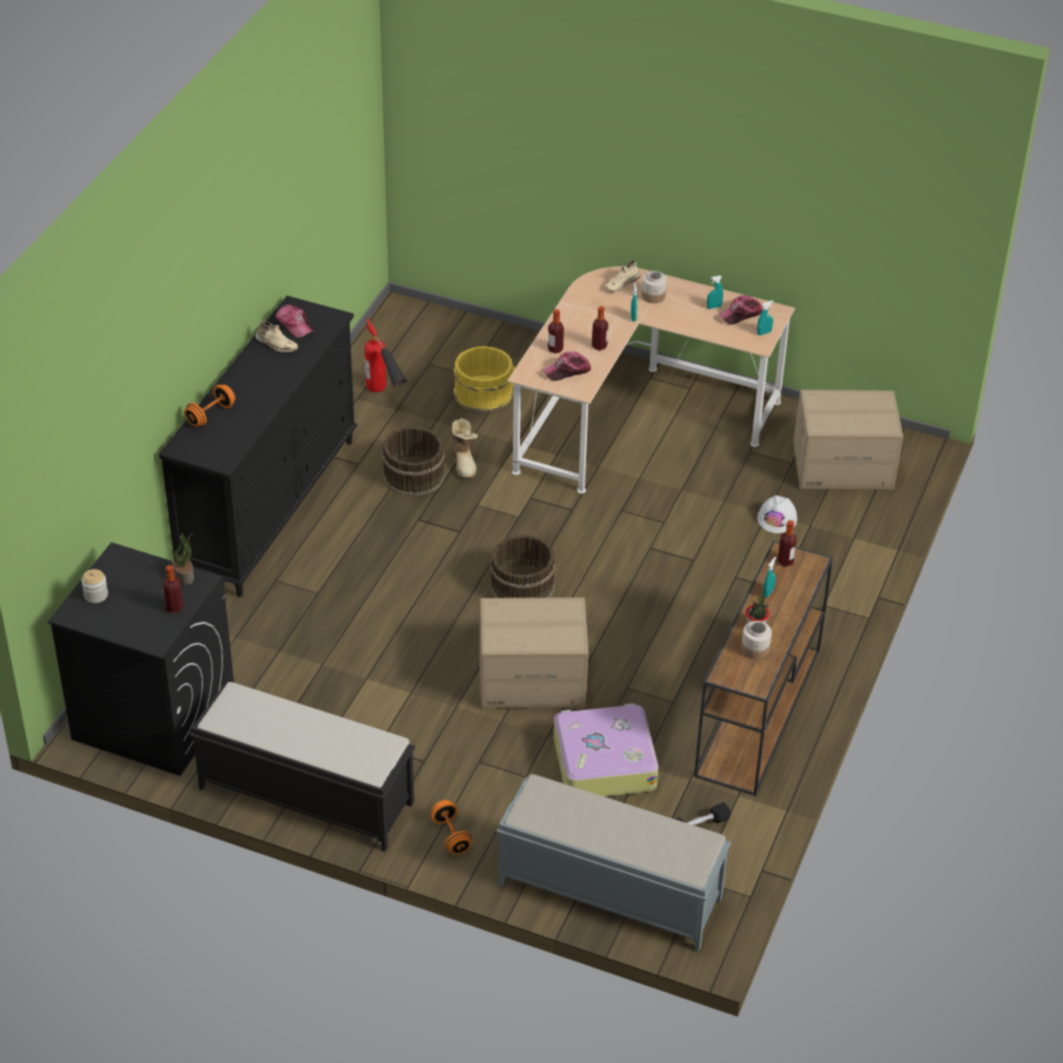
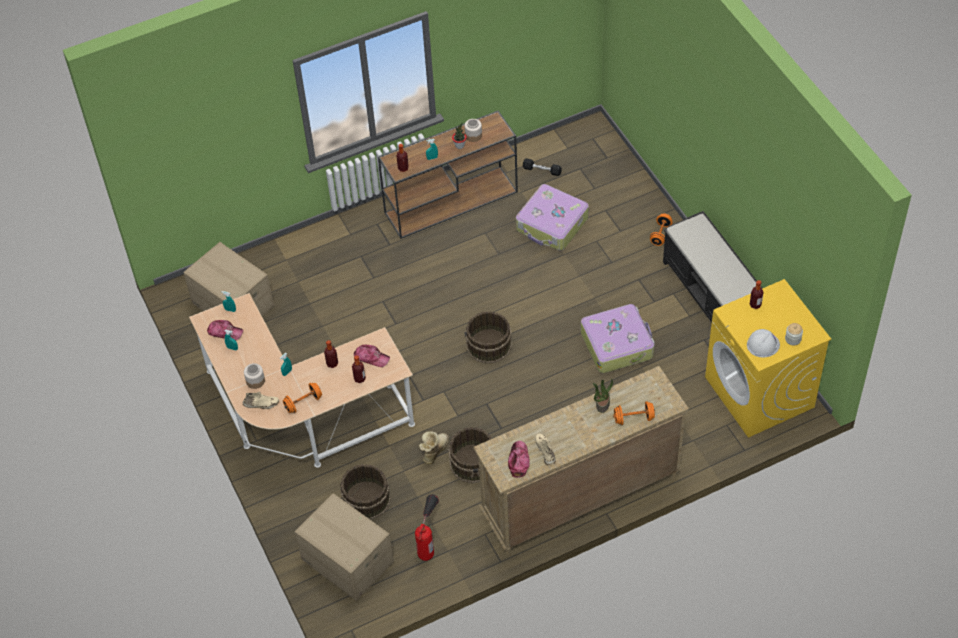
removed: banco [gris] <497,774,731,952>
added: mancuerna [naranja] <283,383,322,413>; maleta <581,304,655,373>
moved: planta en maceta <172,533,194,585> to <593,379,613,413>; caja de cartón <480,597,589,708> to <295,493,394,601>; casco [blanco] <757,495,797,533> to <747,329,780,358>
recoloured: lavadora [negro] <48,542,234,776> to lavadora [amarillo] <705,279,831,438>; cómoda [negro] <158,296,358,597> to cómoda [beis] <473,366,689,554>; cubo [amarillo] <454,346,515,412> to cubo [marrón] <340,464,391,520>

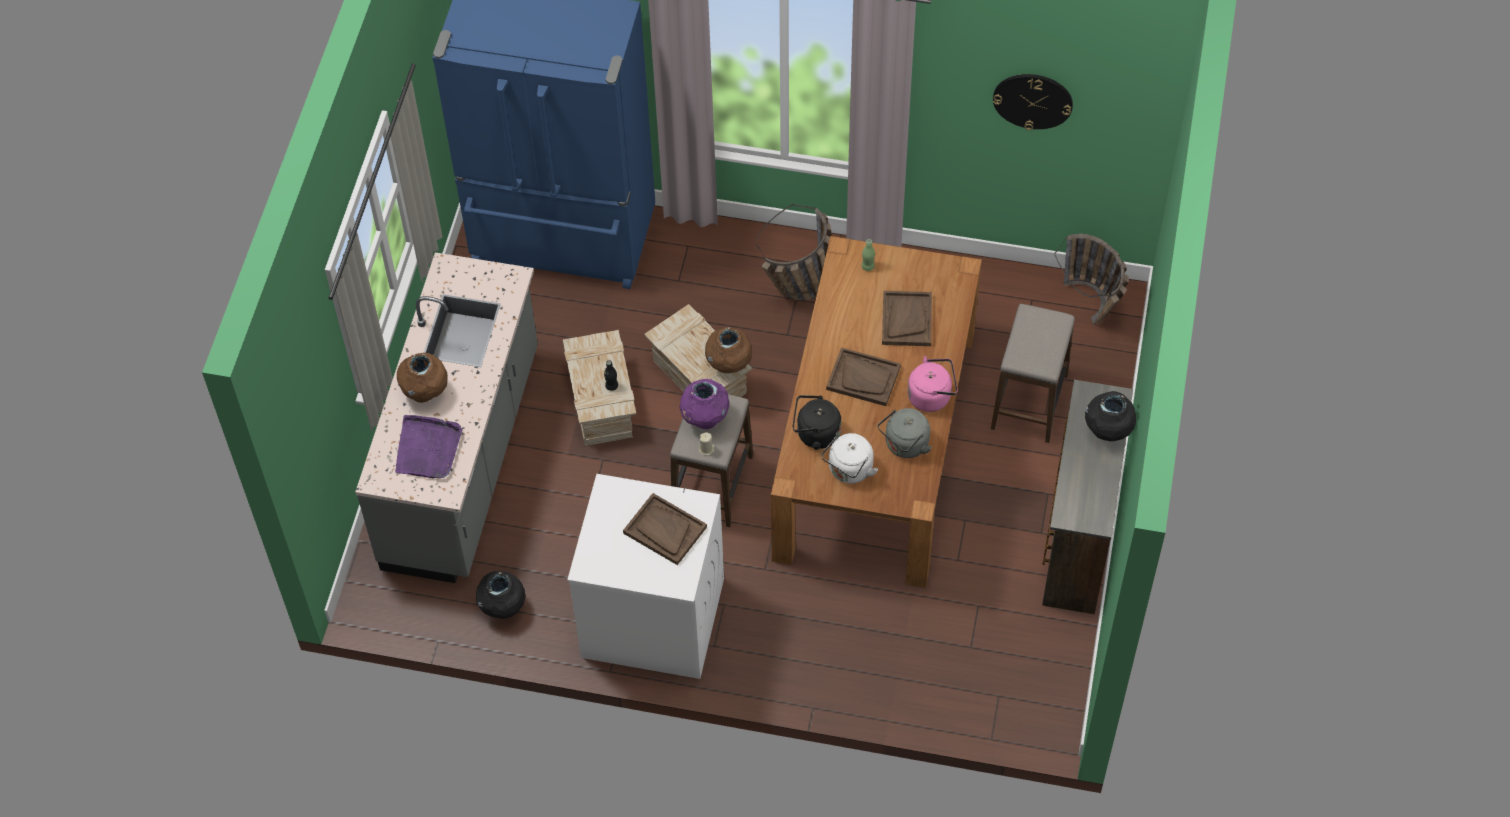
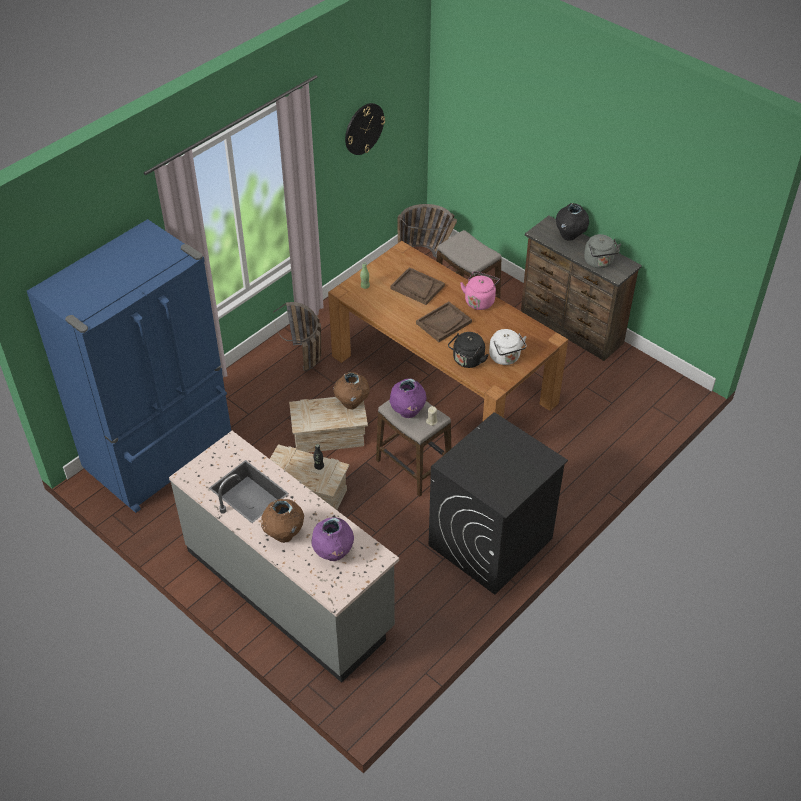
removed: florero [negro] <476,571,525,619>; bandeja [marrón] <623,493,707,565>
moved: hervidor [gris] <878,408,932,458> to <584,234,621,268>
replaced: bandeja [morado] <395,415,463,478> to florero [morado] <311,517,354,561>
recoloured: lavadora [blanco] <567,474,724,679> to lavadora [negro] <429,412,568,595>

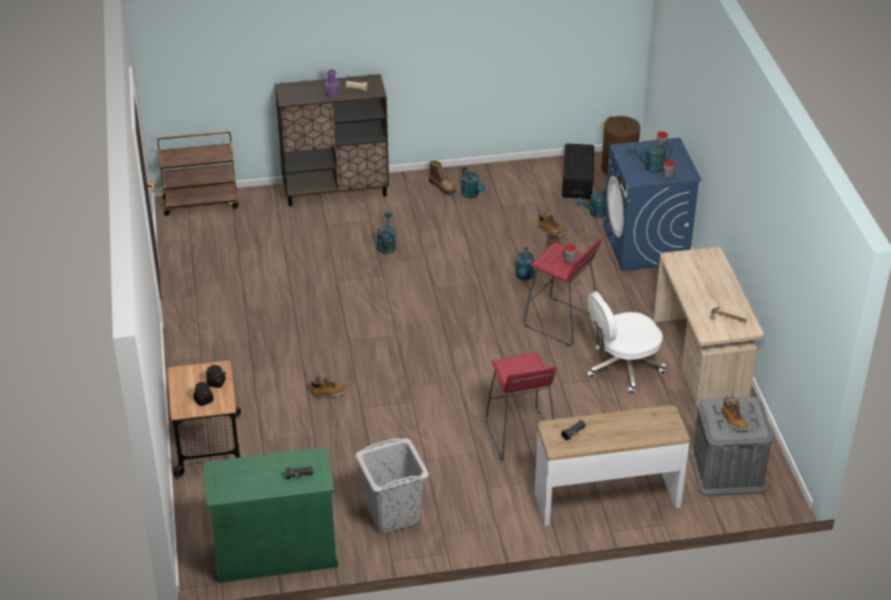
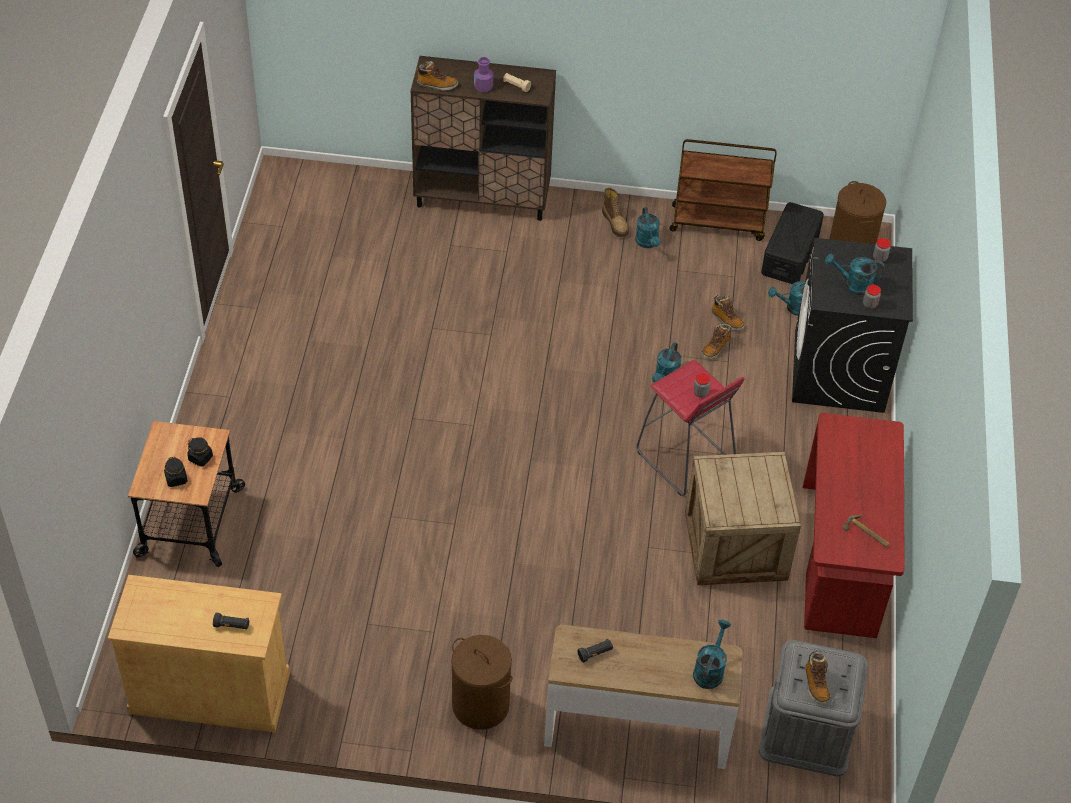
removed: cesto de la ropa [gris] <355,438,429,534>; taburete [rojo] <485,352,556,460>
added: cesto de la ropa [marrón] <451,635,513,730>
moved: carrito [marrón] <157,131,239,216> to <669,139,777,241>; bota <310,375,346,397> to <416,61,458,91>; regadera [turquesa] <377,212,396,254> to <693,619,731,689>
replaced: silla de oficina [blanco] <588,291,666,394> to caja de embalaje <685,452,801,585>
recoloured: armario [verde] <203,447,338,583> to armario [beis] <108,575,290,732>; lavadora [azul] <603,138,702,271> to lavadora [negro] <792,238,913,413>; escritorio [beis] <653,247,764,408> to escritorio [rojo] <803,413,905,638>

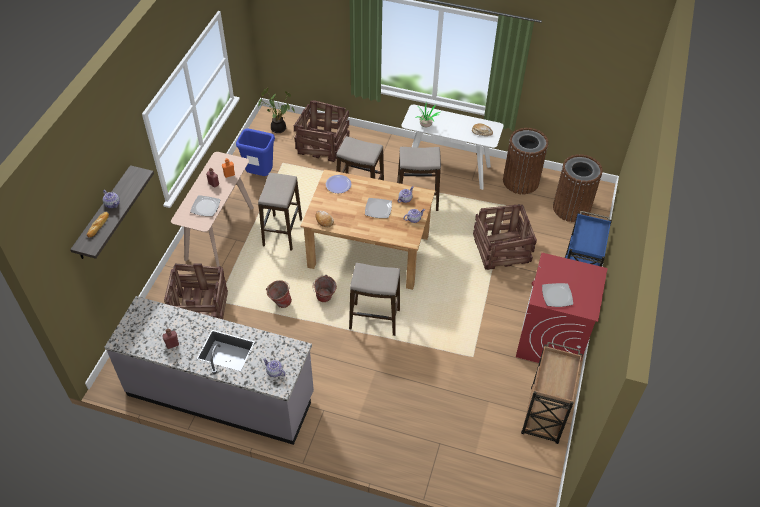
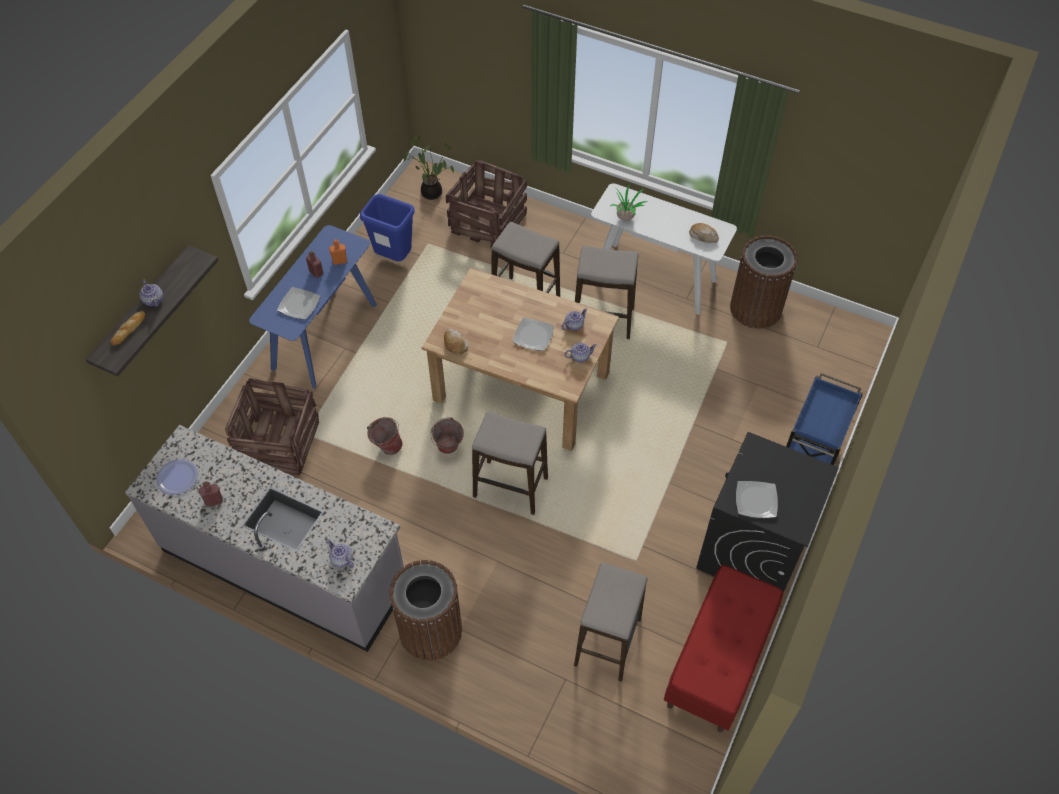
removed: caja de embalaje <473,204,537,270>
moved: taburete <258,173,302,251> to <574,563,648,682>; plato <326,175,351,193> to <156,459,198,495>; papelera [marrón] <553,154,603,222> to <389,560,462,661>
replaced: carrito [marrón] <521,342,583,444> to banco [rojo] <664,565,783,732>
recoloured: mesa consola [beis] <171,152,254,267> to mesa consola [azul] <249,225,377,388>; lavadora [rojo] <516,253,608,363> to lavadora [negro] <696,432,839,593>

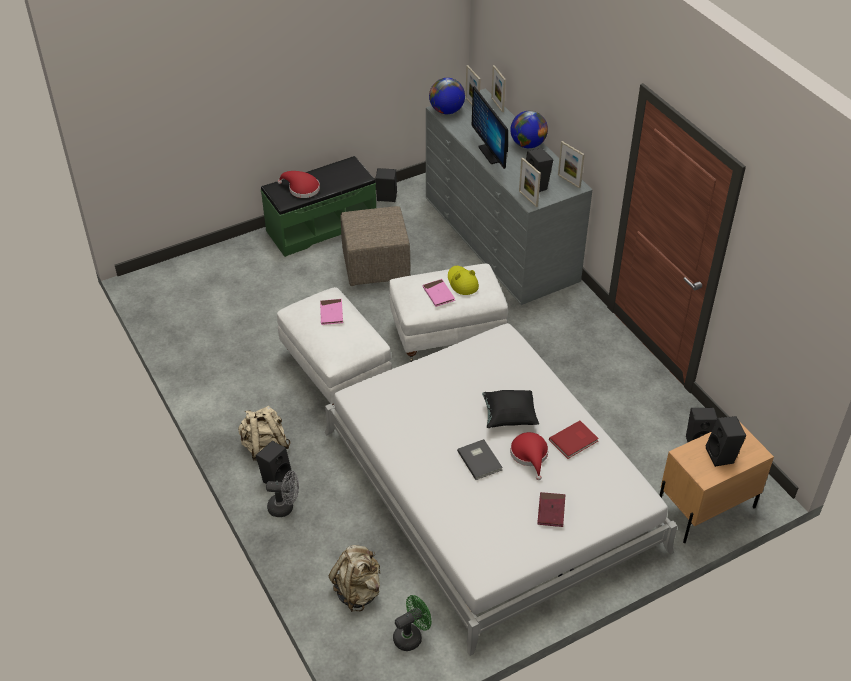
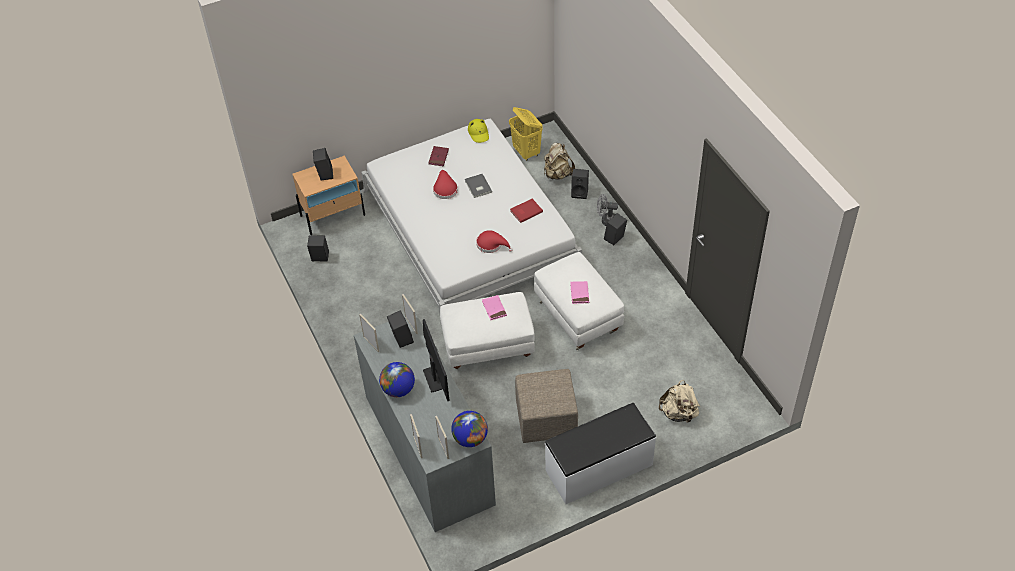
removed: cojín [negro] <482,390,539,428>
moved: mochila [beis] <238,406,291,461> to <658,380,700,424>; sombrero [rojo] <278,171,320,198> to <476,230,512,253>; altavoz [negro] <375,168,397,202> to <571,169,589,199>; sombrero [amarillo] <448,266,479,295> to <468,119,489,143>; libro [rojo] <549,421,599,459> to <510,199,543,223>
replaced: ventilador [verde] <393,595,432,651> to cesto de la ropa [amarillo] <509,107,543,161>
recoloured: banco [verde] <261,156,376,257> to banco [blanco] <545,403,656,504>

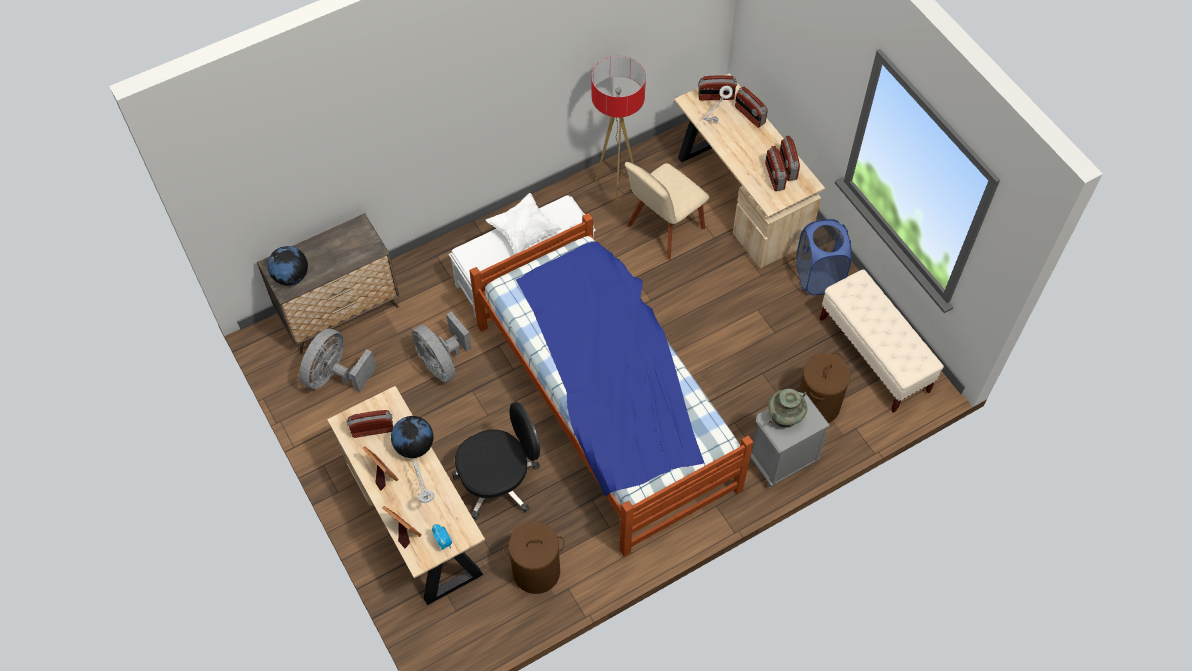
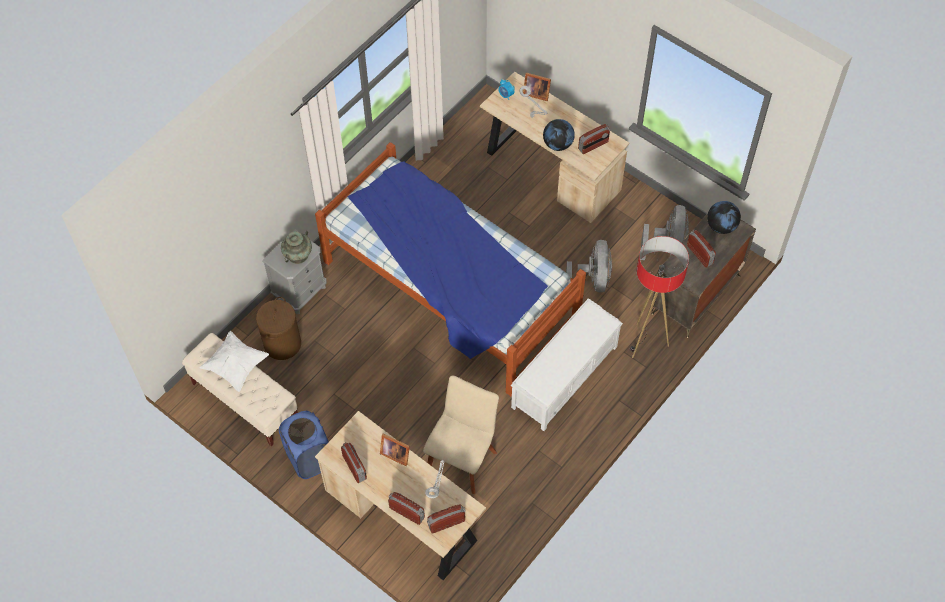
removed: silla de oficina [negro] <452,402,540,520>; cesto de la ropa [marrón] <503,522,565,594>
moved: portarretratos <362,446,399,491> to <380,434,410,466>; cojín [blanco] <486,193,562,254> to <199,331,269,392>; lámpara de pie <591,56,646,212> to <630,236,689,358>; radio <765,146,787,191> to <687,230,716,268>
turned: ventilador [gris] <412,312,472,383> = <566,240,612,292> 60 degrees clockwise

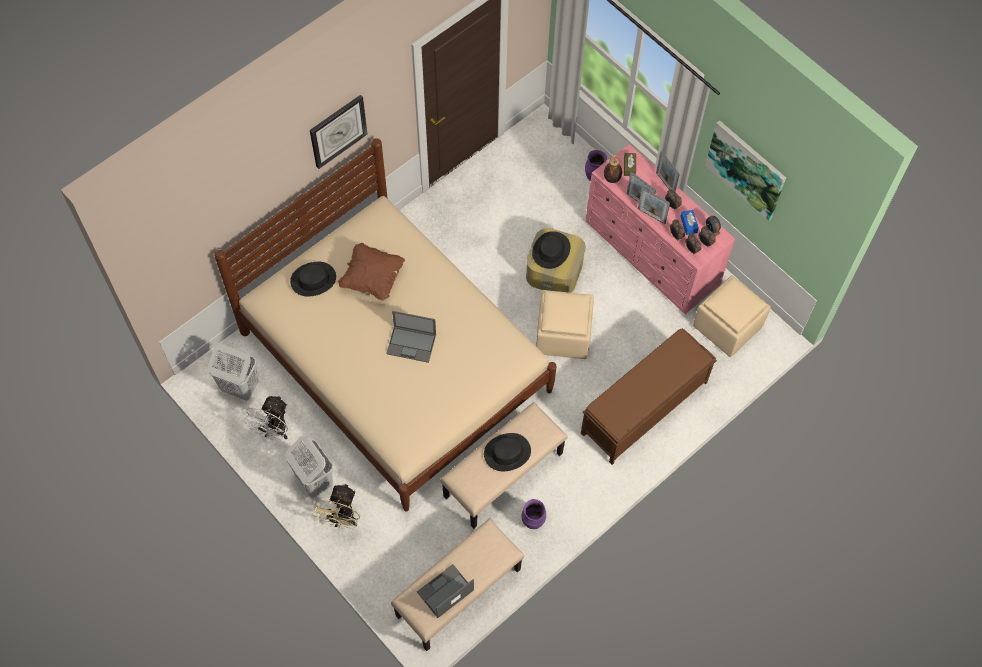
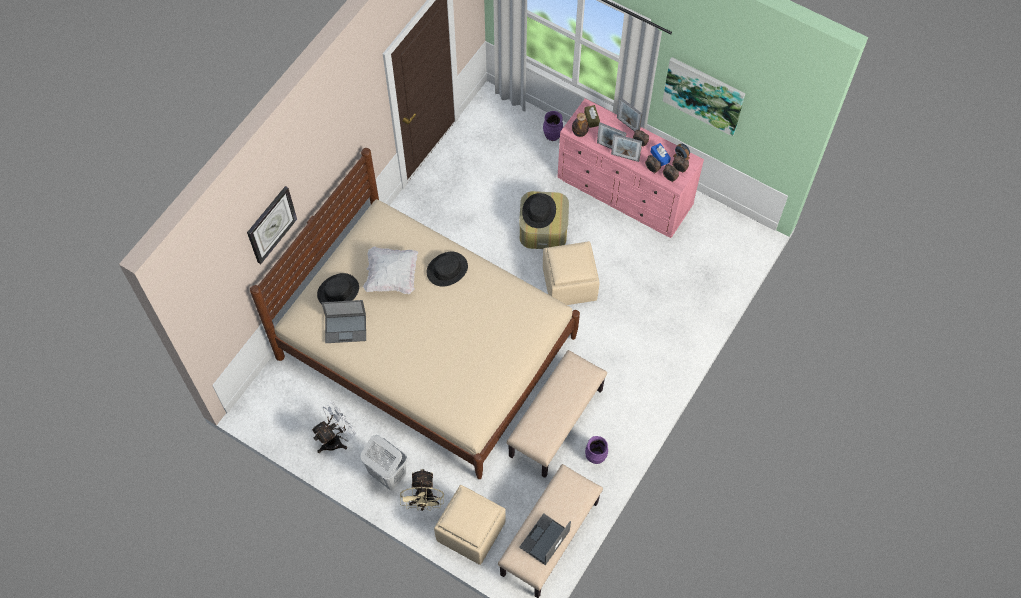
removed: cesto de la ropa [blanco] <208,344,258,401>; banco [marrón] <581,328,717,465>
moved: reloj de pared <310,95,368,169> to <247,186,297,264>; portátil <386,311,436,363> to <321,300,366,343>; sombrero [negro] <484,433,531,471> to <427,252,468,287>; puf [beis] <693,275,771,357> to <434,485,506,565>
recoloured: cojín [marrón] <337,243,405,301> to cojín [blanco] <363,246,418,294>
turned: ventilador [blanco] <243,395,288,440> = <311,402,356,453> 135 degrees counterclockwise

